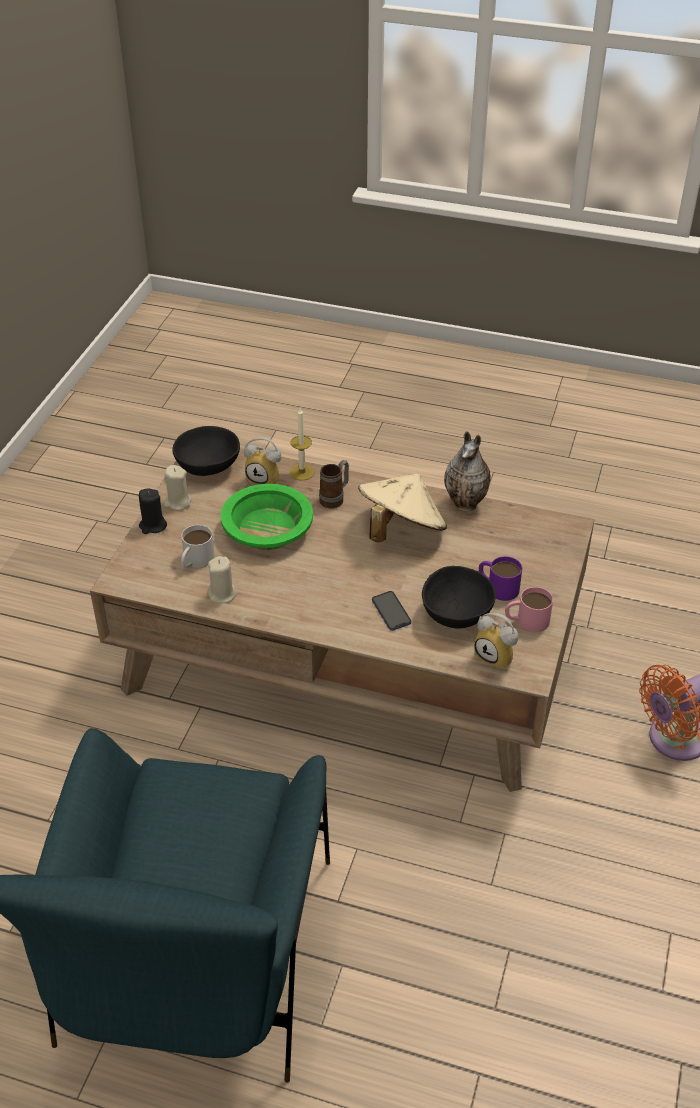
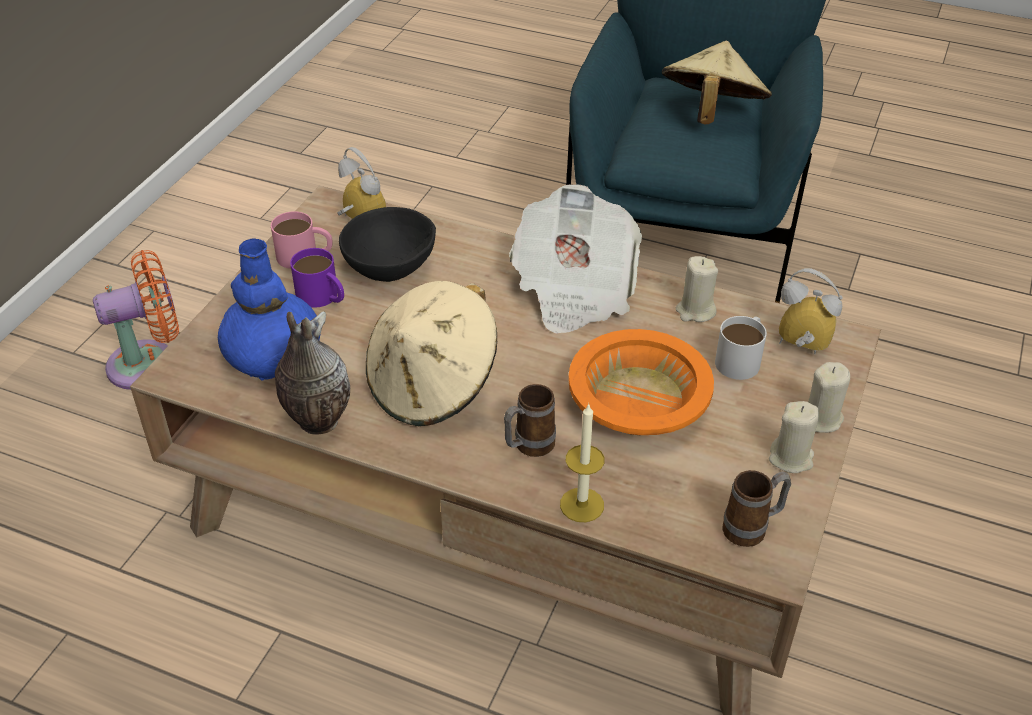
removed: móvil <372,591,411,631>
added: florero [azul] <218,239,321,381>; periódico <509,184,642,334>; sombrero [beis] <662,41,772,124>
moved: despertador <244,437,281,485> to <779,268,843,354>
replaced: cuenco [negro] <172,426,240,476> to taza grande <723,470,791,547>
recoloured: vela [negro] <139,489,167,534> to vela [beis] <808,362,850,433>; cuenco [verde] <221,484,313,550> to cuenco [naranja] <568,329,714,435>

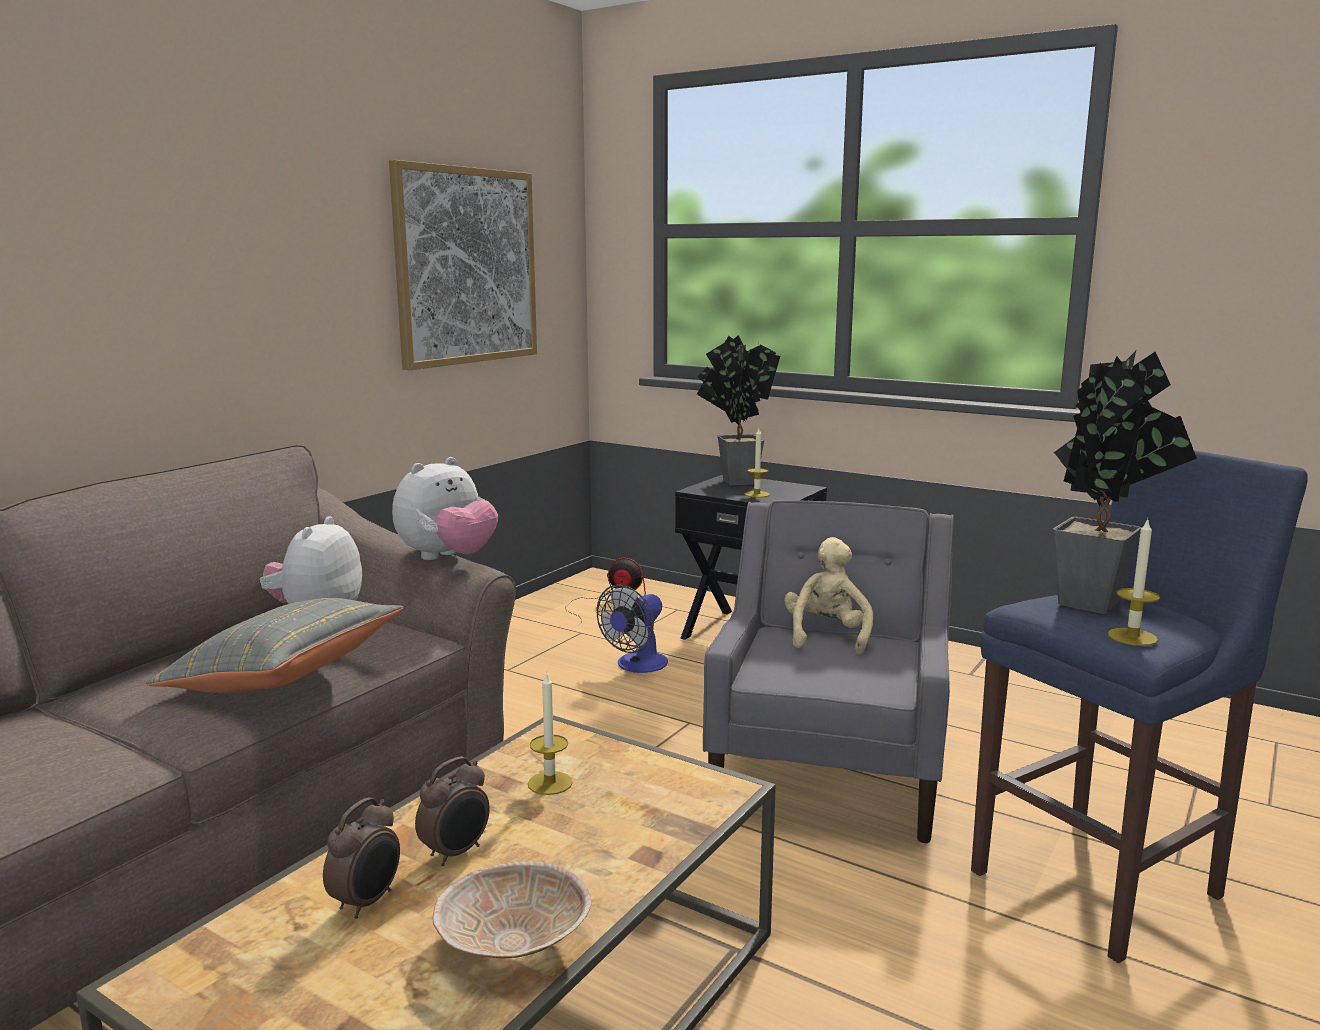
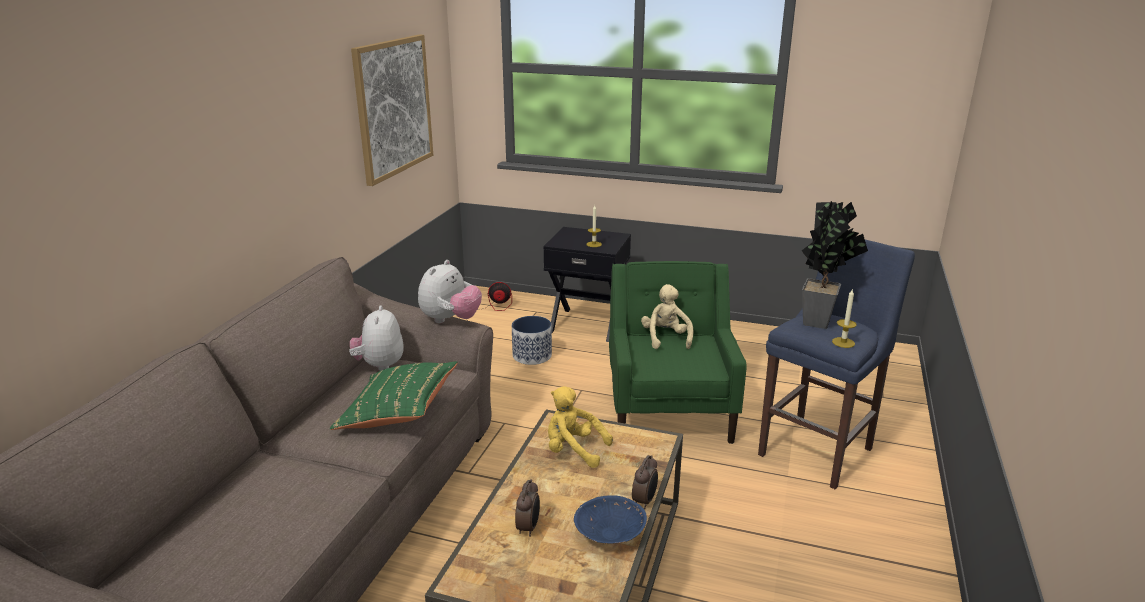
removed: planta en maceta <697,335,780,486>
moved: despertador <415,756,490,866> to <632,455,658,509>
replaced: vela <528,671,573,795> to peluche [amarillo] <548,386,613,468>; ventilador <596,585,668,673> to maceta <512,316,552,365>
recoloured: cojín [gris] <146,598,404,693> to cojín [verde] <330,361,458,430>; cuenco [beis] <433,861,591,958> to cuenco [azul] <574,495,647,544>; sillón [gris] <703,500,954,843> to sillón [verde] <609,261,747,444>

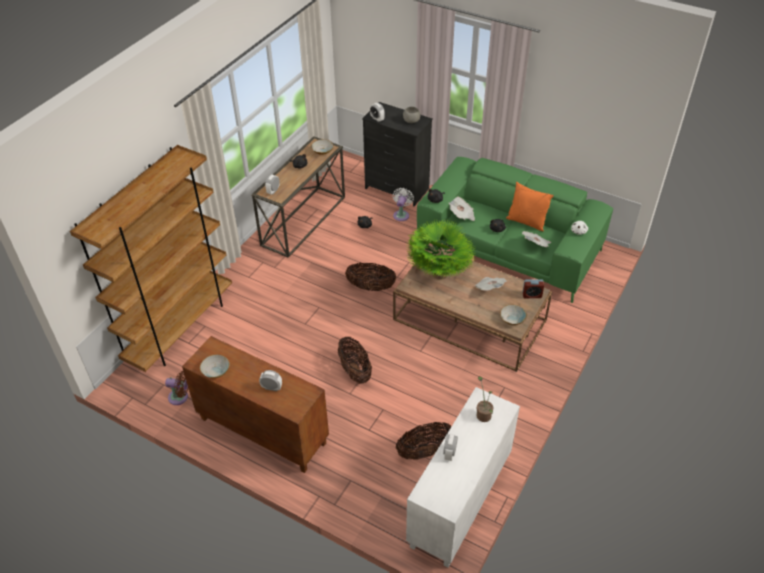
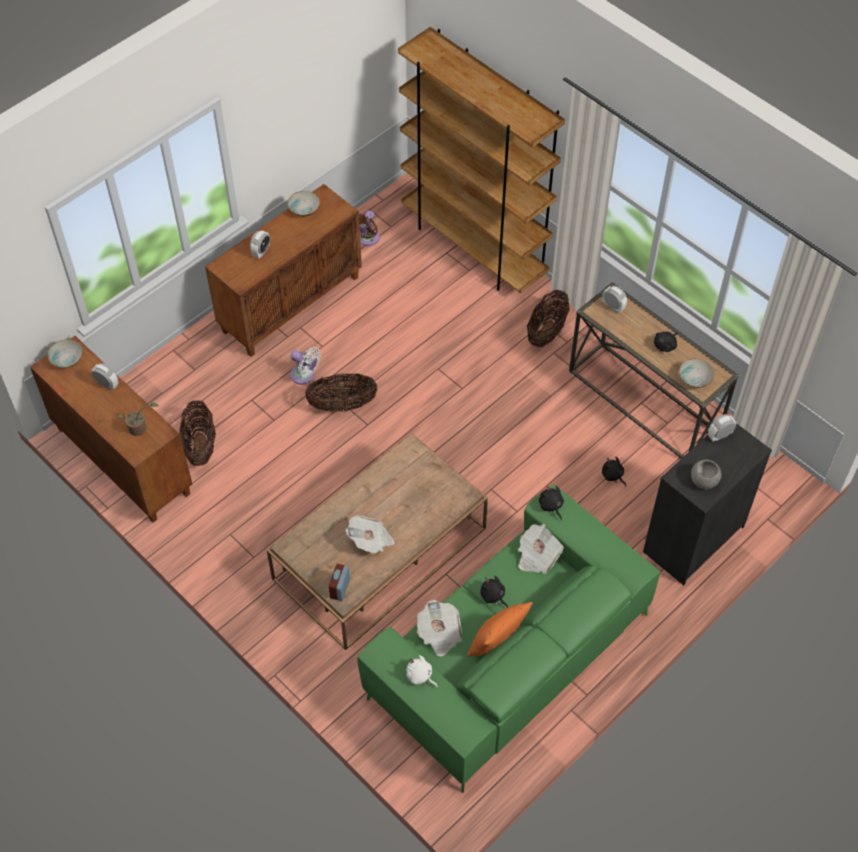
removed: planta en maceta <407,219,476,280>
moved: cesta <345,263,396,291> to <527,290,570,347>; ventilador [blanco] <392,188,414,221> to <290,347,321,385>; cuenco <500,305,527,325> to <47,339,83,368>
recoloured: armario [blanco] <406,387,520,568> to armario [marrón] <30,336,192,523>

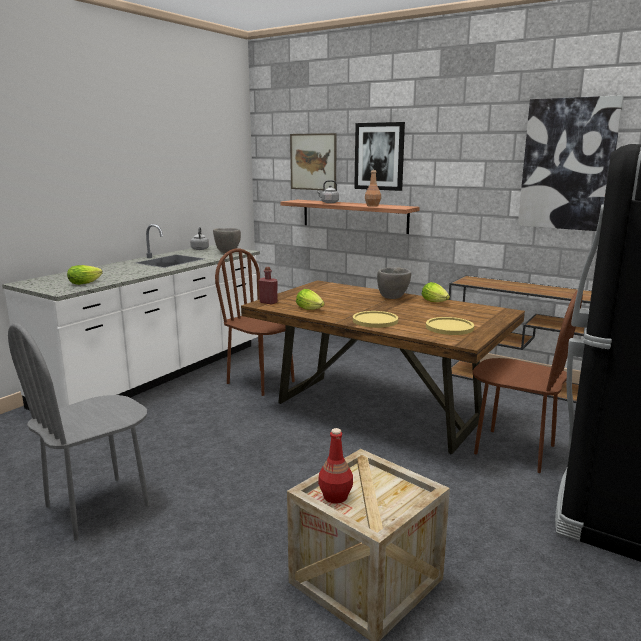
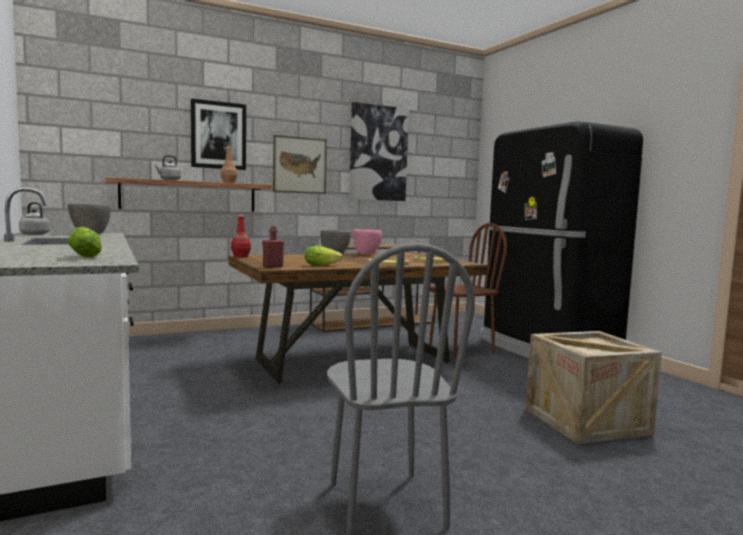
removed: silla [marrón] <215,249,295,396>
moved: cuadro <290,133,336,190> to <273,135,327,194>; botella [rojo] <318,428,353,504> to <231,215,251,258>
replaced: lechuga <422,282,450,302> to cuenco [rosa] <353,229,382,255>

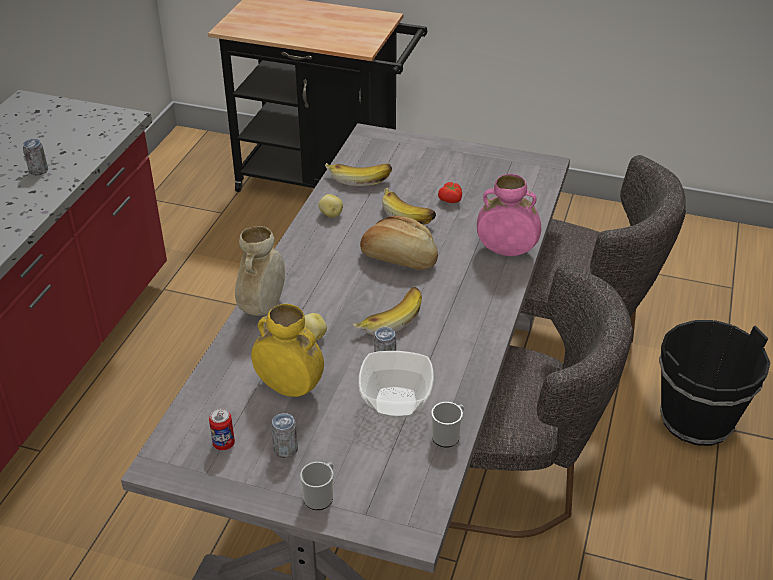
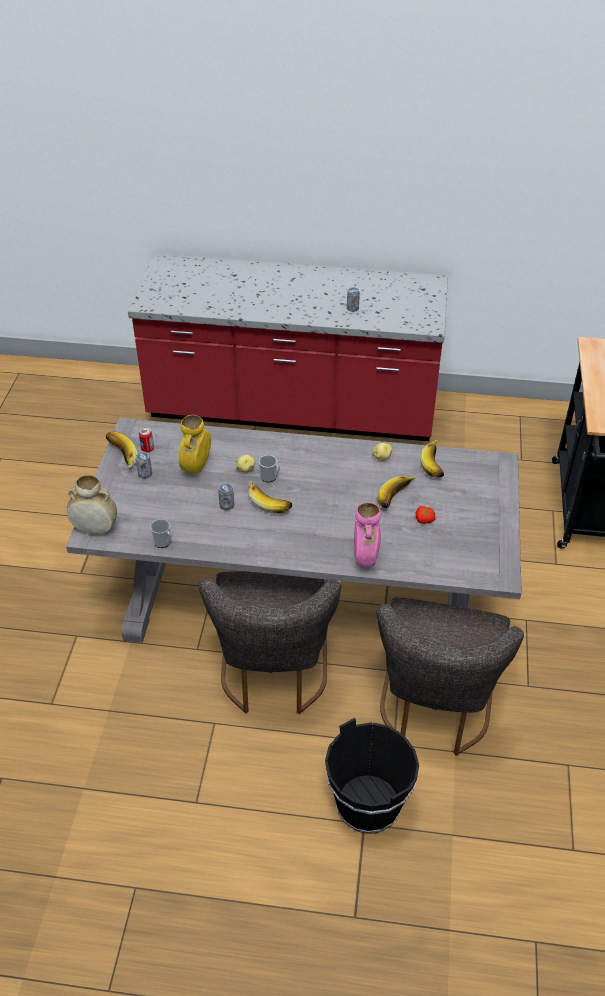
removed: cuenco <358,351,434,419>; pan <360,216,438,270>
added: plátano <106,431,138,468>
moved: florero [beis] <235,226,285,316> to <67,475,117,535>; taza grande <300,462,333,510> to <259,455,280,482>

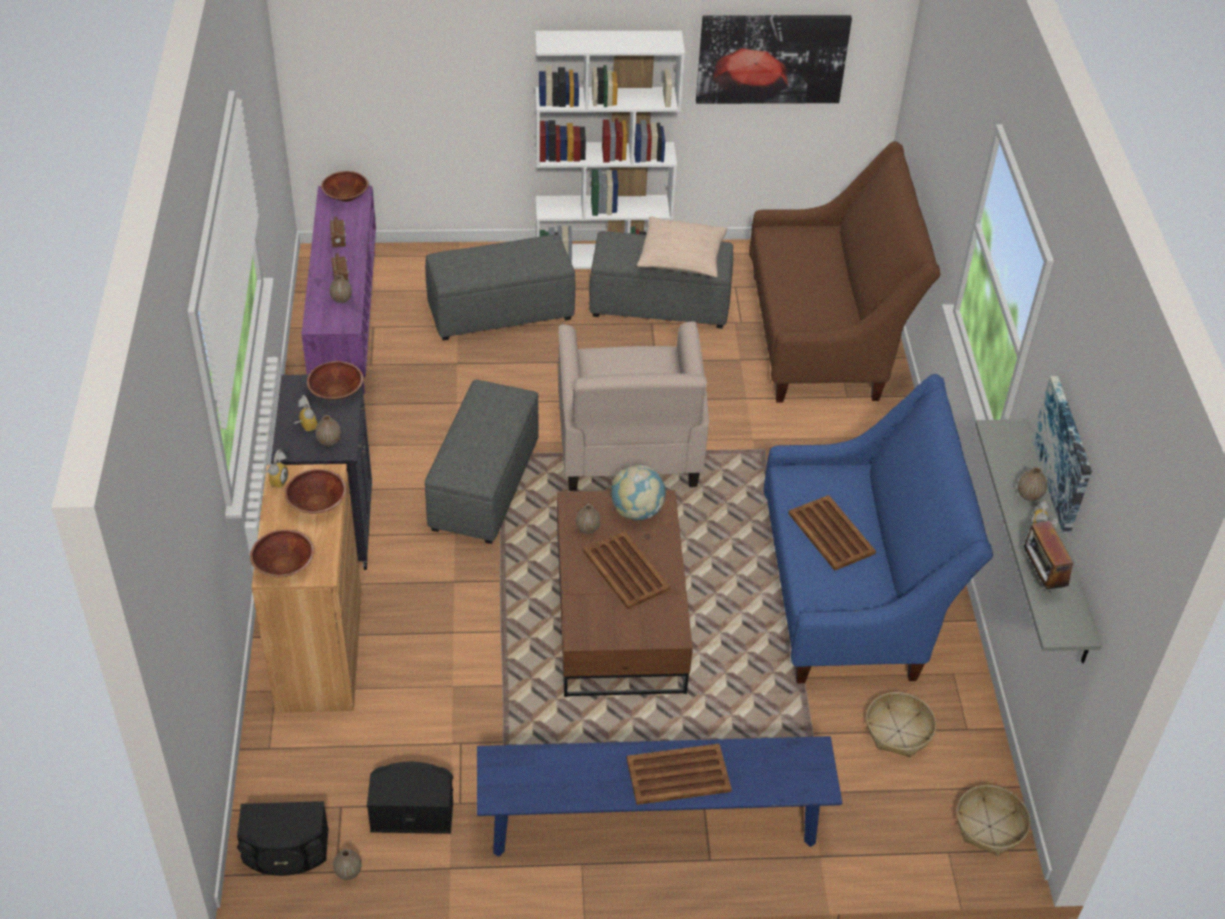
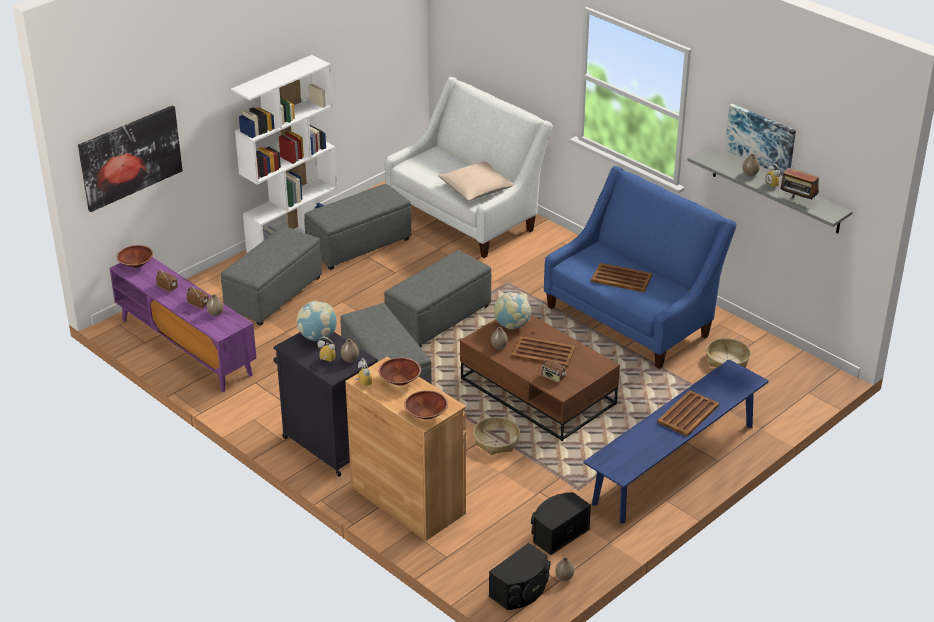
added: radio <542,356,566,383>
moved: cojín [beis] <637,217,727,277> to <438,161,514,201>; cuadro <696,15,852,104> to <78,105,183,212>; cesta <957,785,1030,856> to <473,417,520,455>
replaced: cuenco [marrón] <307,361,363,400> to globo terráqueo <296,301,337,341>; sillón [beis] <558,321,709,491> to puf [gris] <384,250,491,347>
recoloured: sofá [marrón] <749,141,941,402> to sofá [blanco] <385,77,553,258>

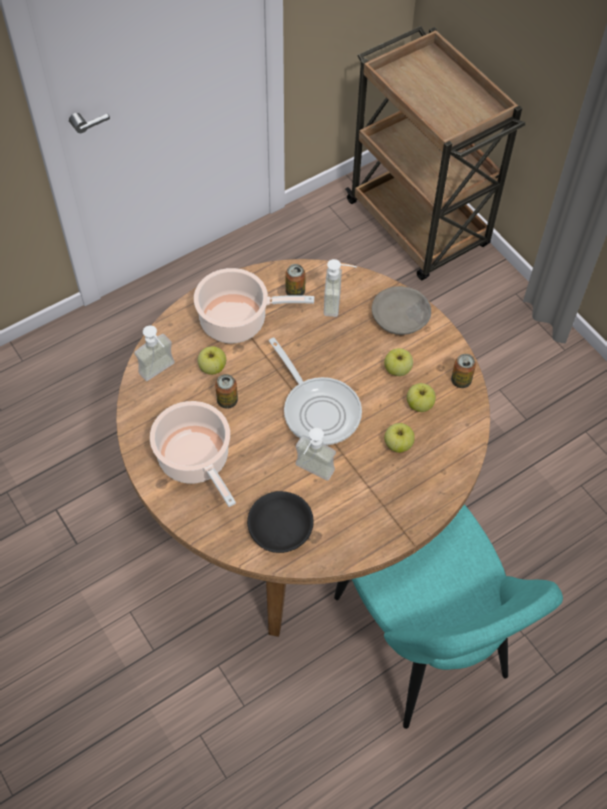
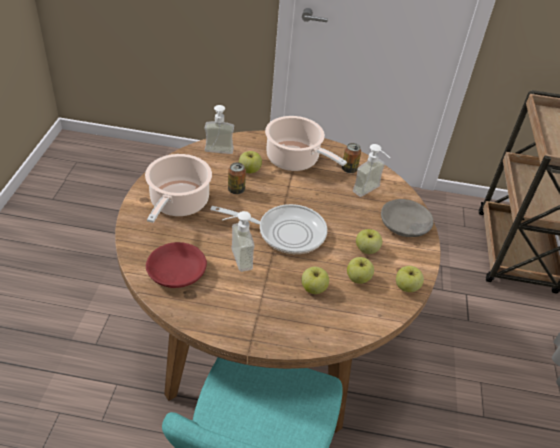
replaced: lata <451,354,476,388> to manzana <396,266,424,292>
recoloured: cuenco [negro] <247,491,314,553> to cuenco [rojo] <146,242,207,288>
turned: sartén <269,337,362,445> = <210,204,327,254> 90 degrees counterclockwise

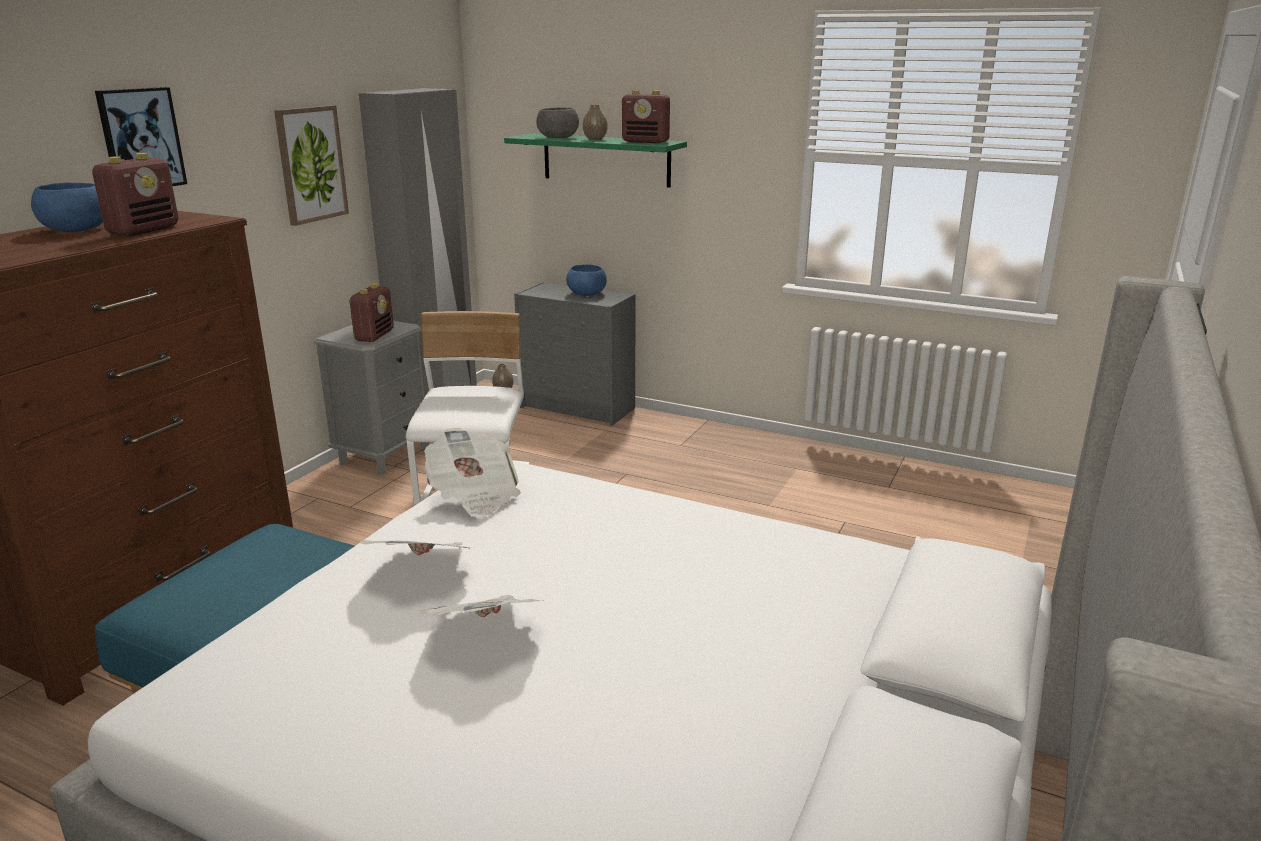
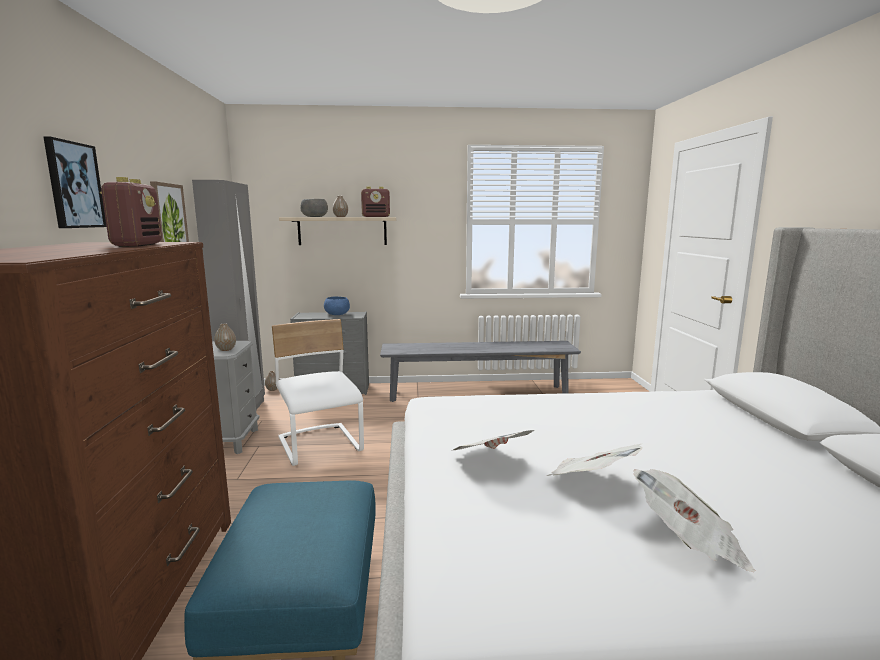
removed: cuenco [azul] <31,183,103,232>
added: banco [gris] <380,341,581,402>
moved: periódico <424,428,521,518> to <633,469,756,572>
replaced: radio <349,283,394,342> to florero <214,324,236,351>
recoloured: estante [verde] <504,133,687,188> to estante [beis] <279,217,396,245>

